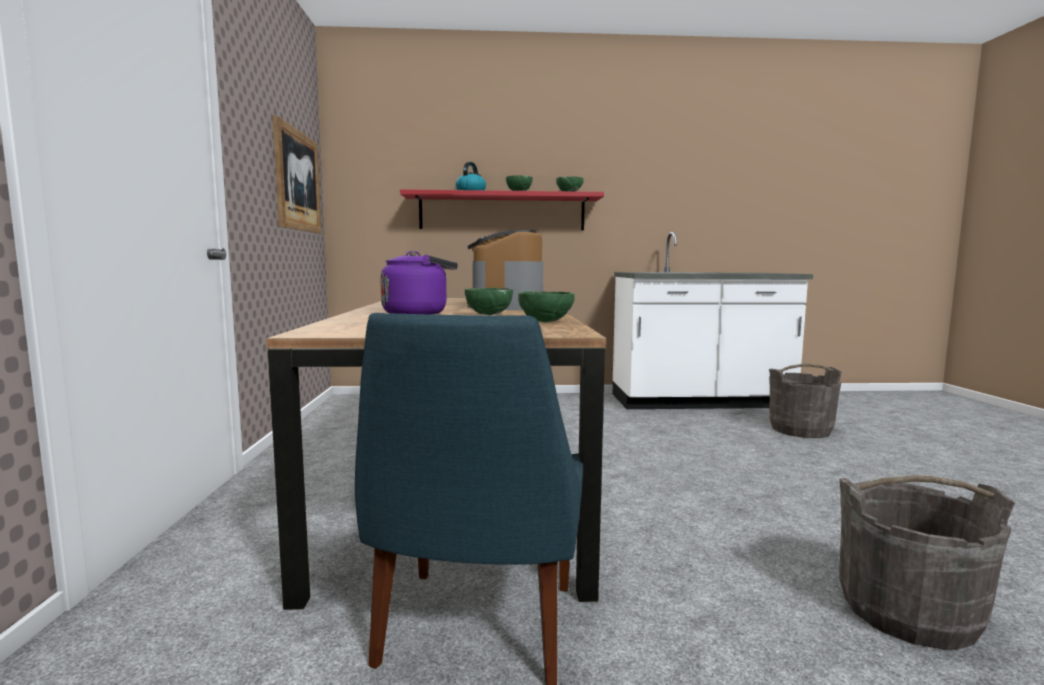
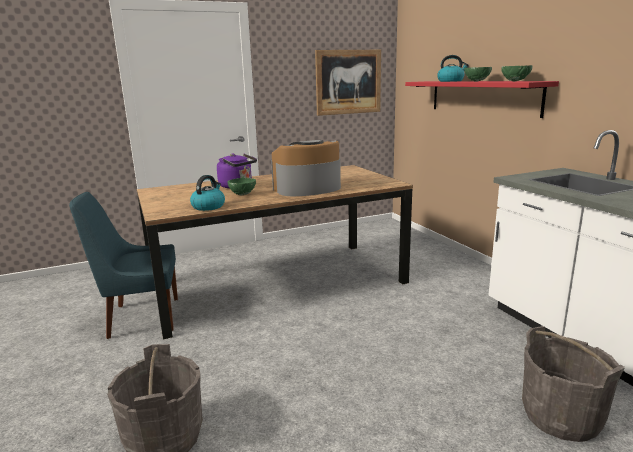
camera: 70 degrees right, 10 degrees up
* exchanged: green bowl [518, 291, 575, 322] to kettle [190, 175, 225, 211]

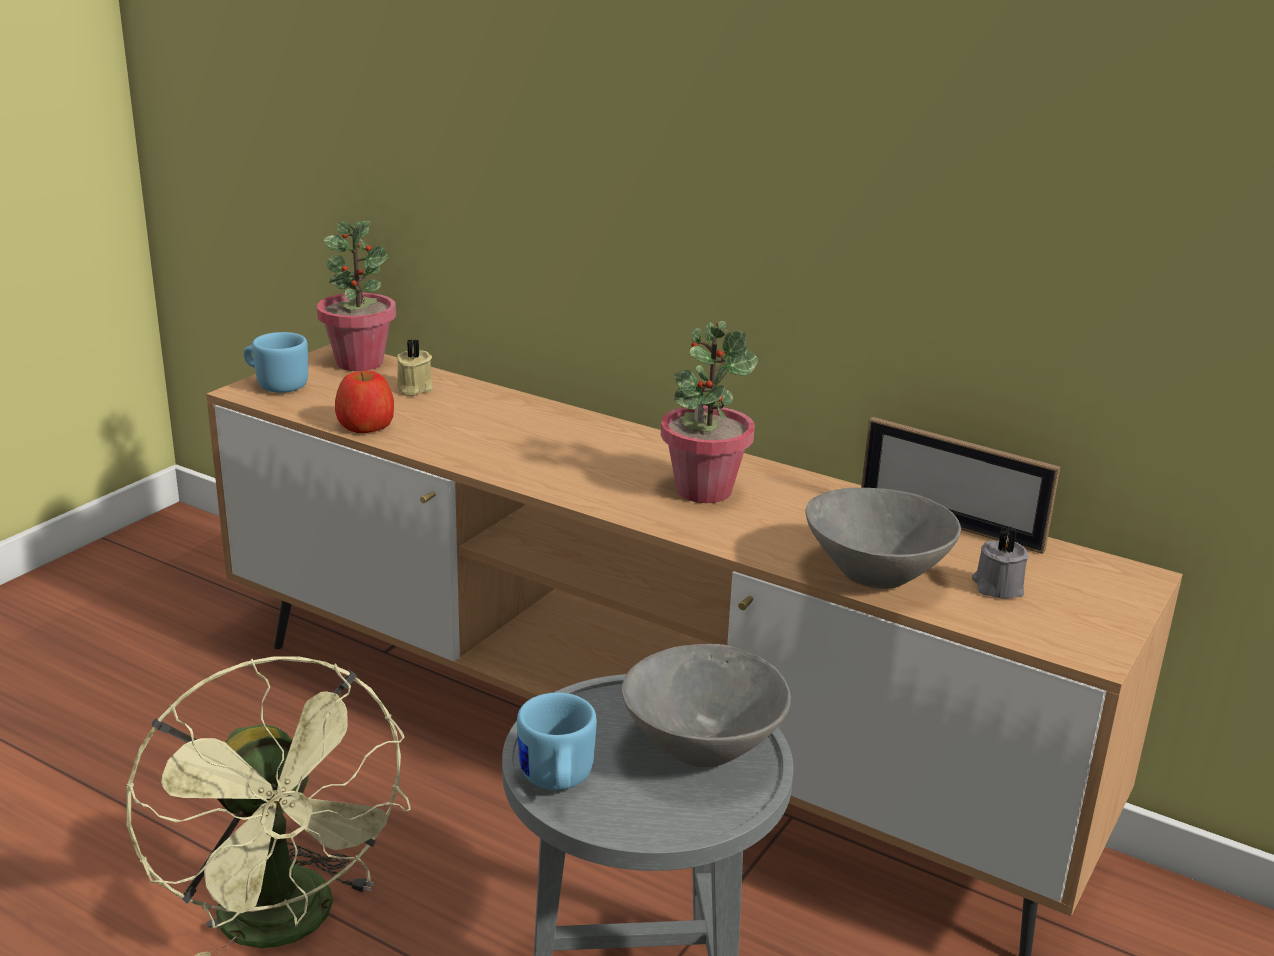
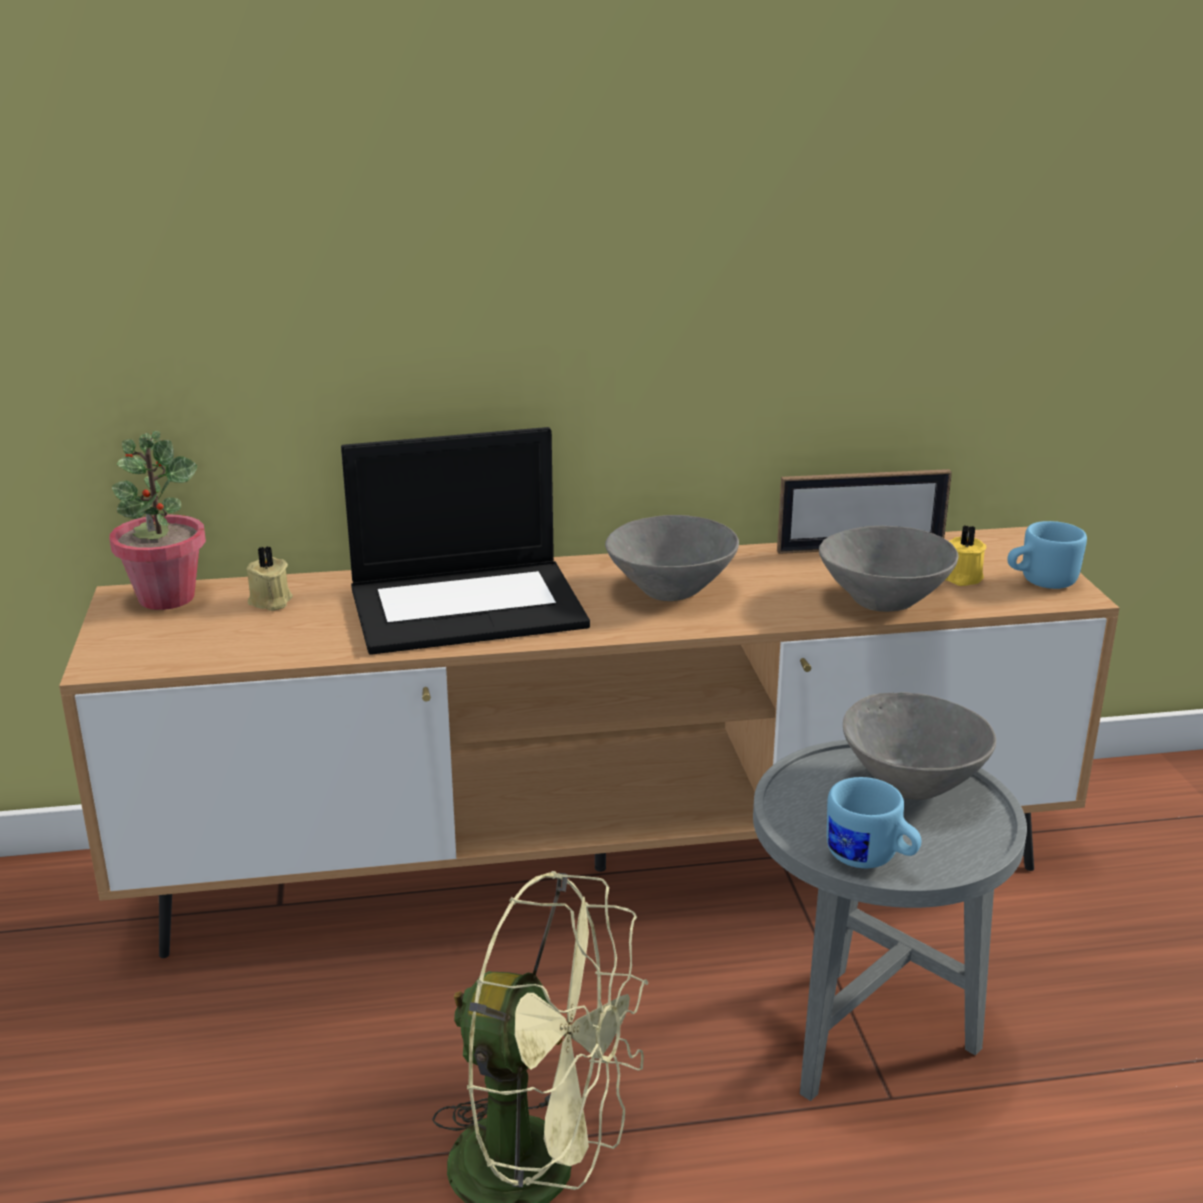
camera: 40 degrees left, 0 degrees up
* appeared: laptop [341, 427, 590, 655]
* exchanged: potted plant [661, 321, 758, 503] to grey bowl [605, 515, 739, 601]
* colour: grey candle [972, 527, 1029, 599] to yellow candle [945, 525, 986, 586]
* relocated: blue mug [244, 332, 308, 393] to [1007, 521, 1087, 589]
* missing: apple [335, 371, 394, 433]

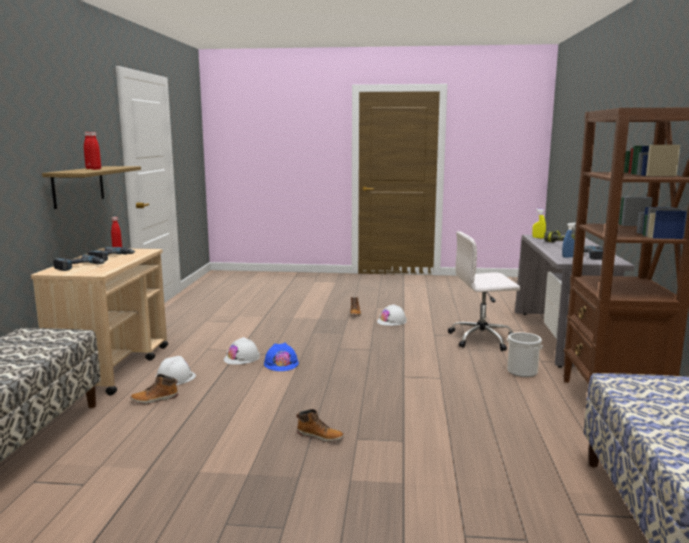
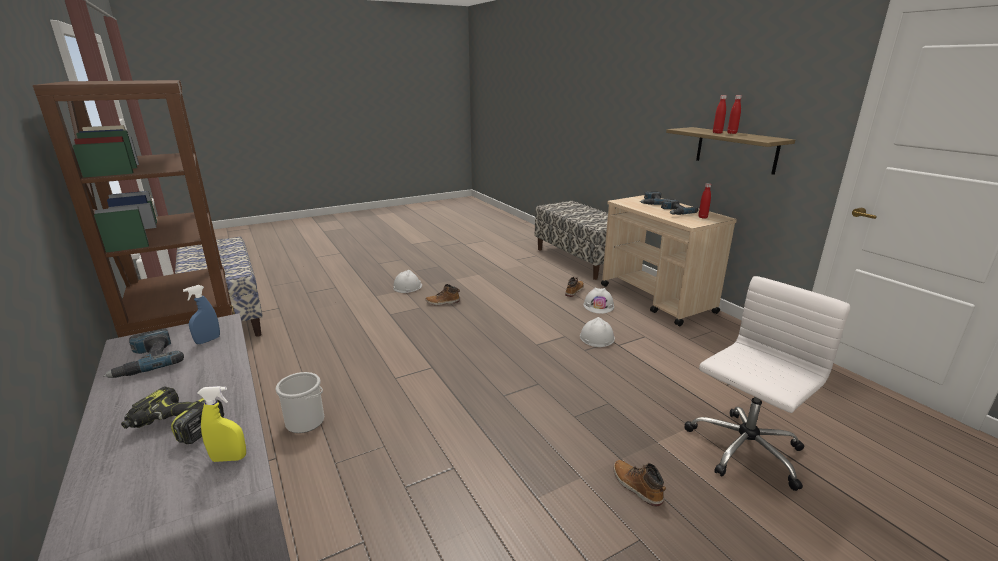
camera: 145 degrees right, 10 degrees up
* relocated: white hard hat [377, 304, 407, 326] to [393, 270, 422, 293]
* relocated: white office chair [448, 231, 520, 351] to [684, 276, 850, 491]
* missing: blue hard hat [264, 343, 299, 371]

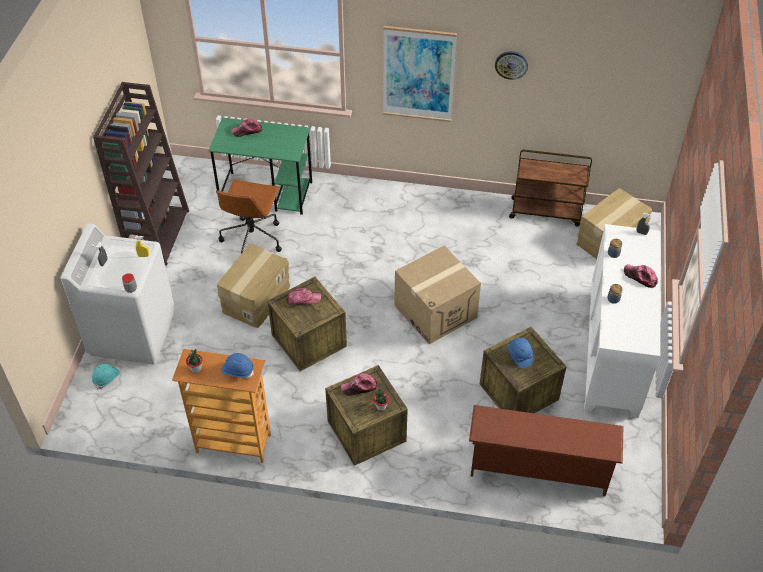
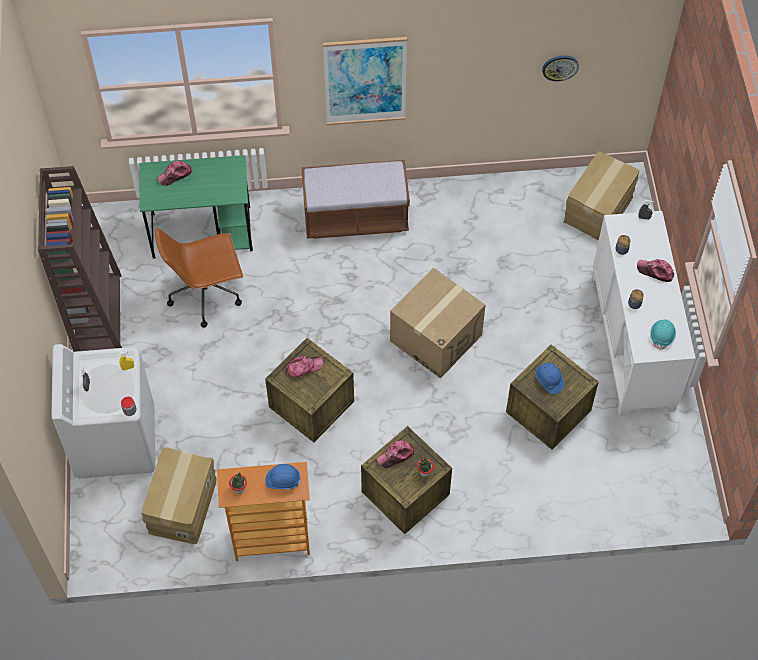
camera: 15 degrees left, 10 degrees up
* relocated: cardboard box [217, 244, 290, 328] to [141, 447, 217, 544]
* spun: brown office chair [216, 179, 282, 254] = [155, 228, 243, 328] 75 degrees clockwise
* appeared: brown bench [301, 160, 410, 239]
* relocated: wall clock [495, 51, 528, 80] to [542, 55, 579, 81]
* relocated: turquoise hard hat [92, 364, 120, 389] to [650, 319, 676, 350]
* missing: brown shoe rack [469, 405, 623, 496]
* missing: brown cart [509, 150, 592, 226]

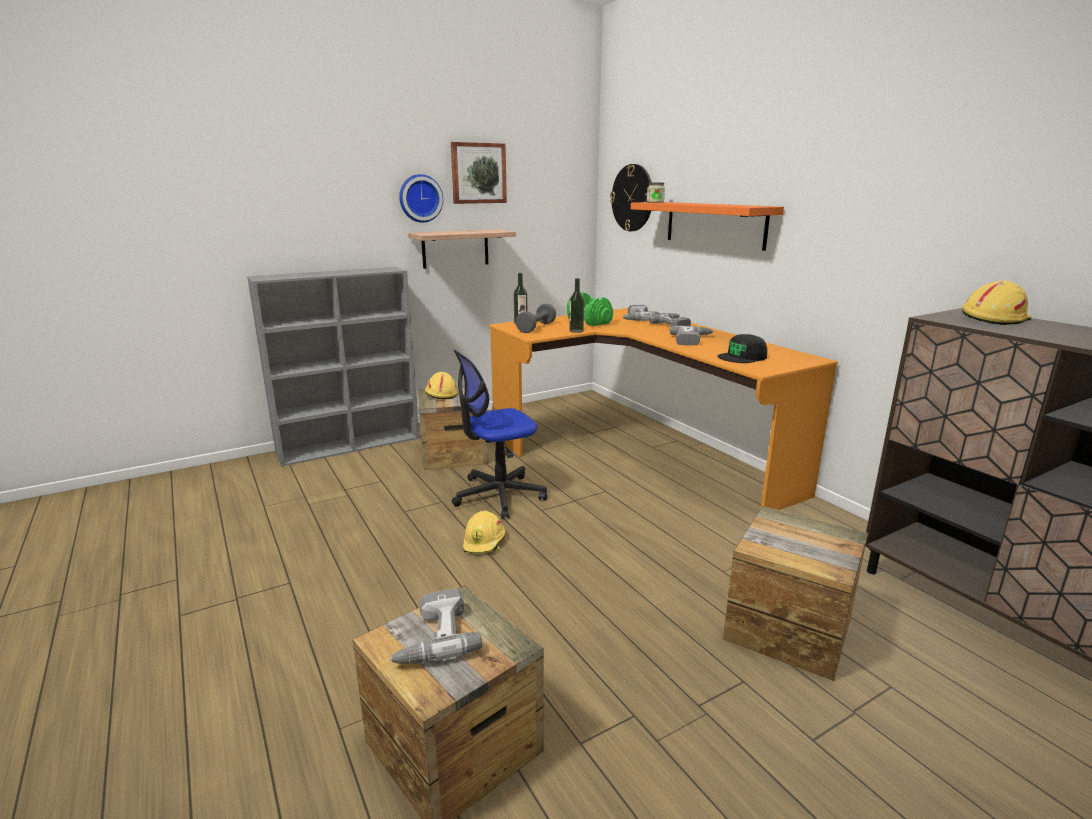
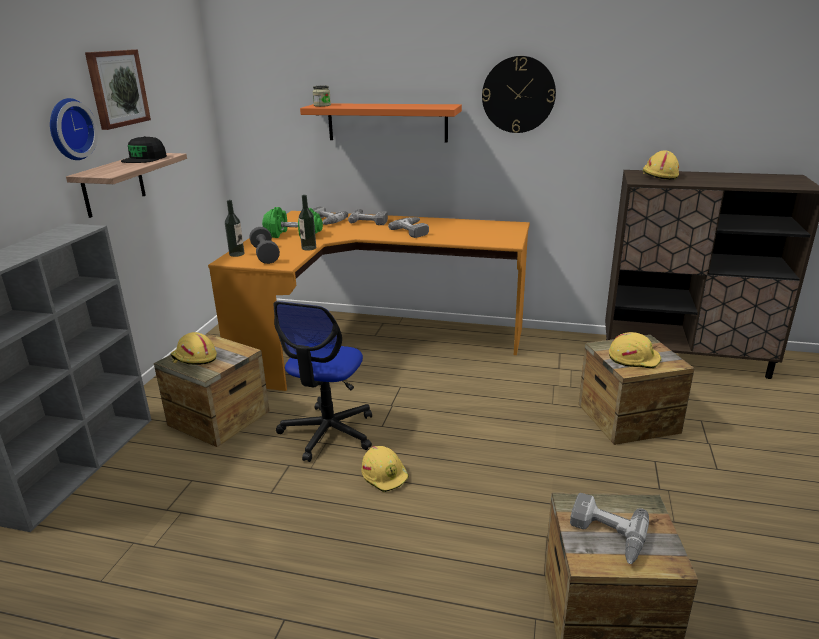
camera: 45 degrees left, 5 degrees up
* relocated: black cap [718, 334, 767, 363] to [121, 136, 167, 163]
* relocated: wall clock [610, 164, 652, 231] to [482, 56, 556, 133]
* appeared: yellow hard hat [609, 332, 661, 369]

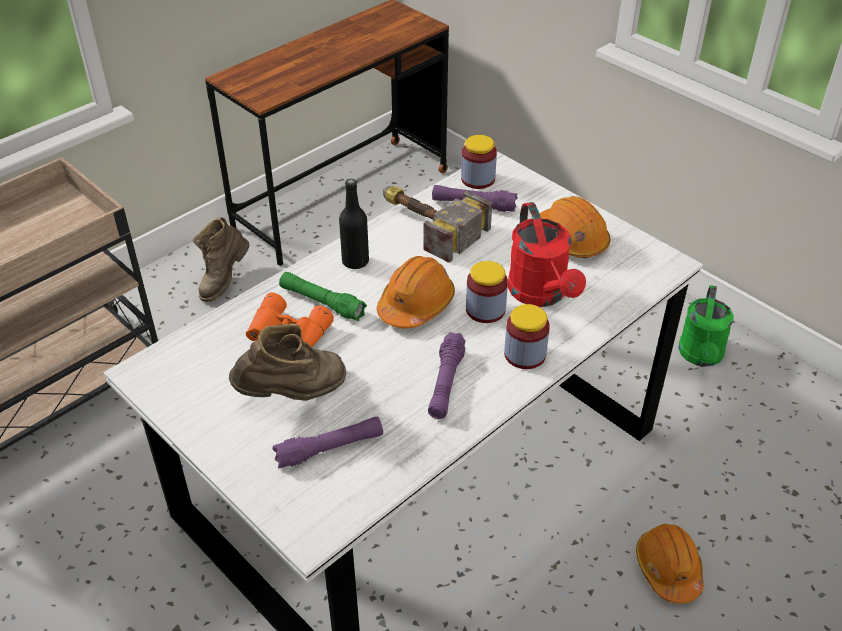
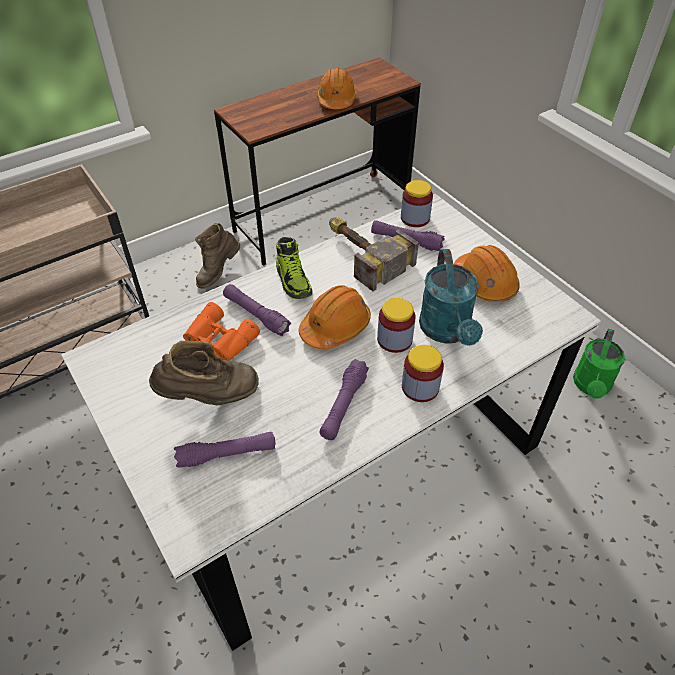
camera: 10 degrees right, 5 degrees up
* colour: green flashlight [279, 272, 367, 321] to purple flashlight [223, 284, 291, 336]
* exchanged: black bottle [339, 179, 369, 269] to shoe [276, 237, 312, 299]
* relocated: orange hard hat [636, 524, 704, 604] to [317, 67, 357, 109]
* colour: red watering can [508, 202, 586, 307] to turquoise watering can [419, 249, 483, 346]

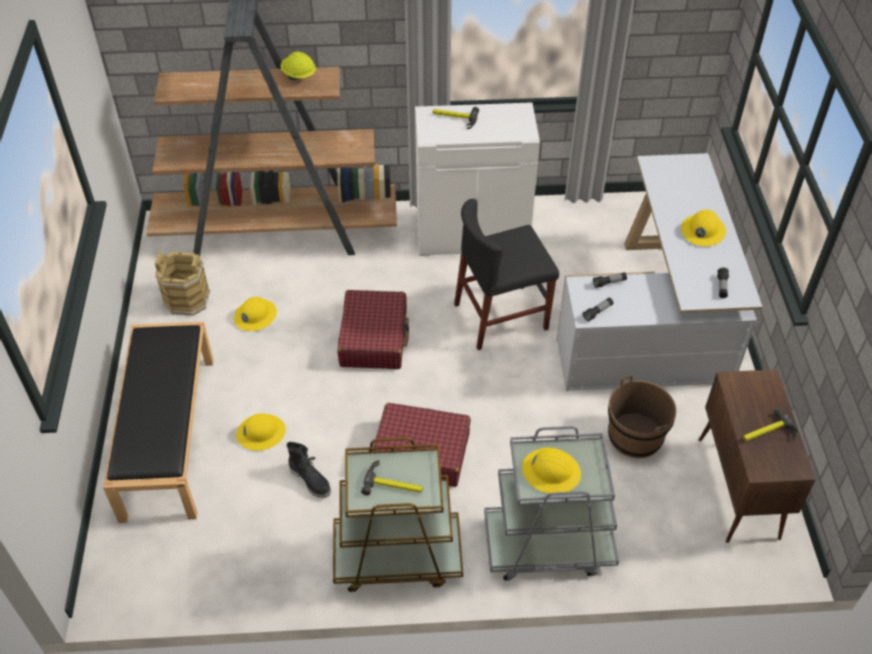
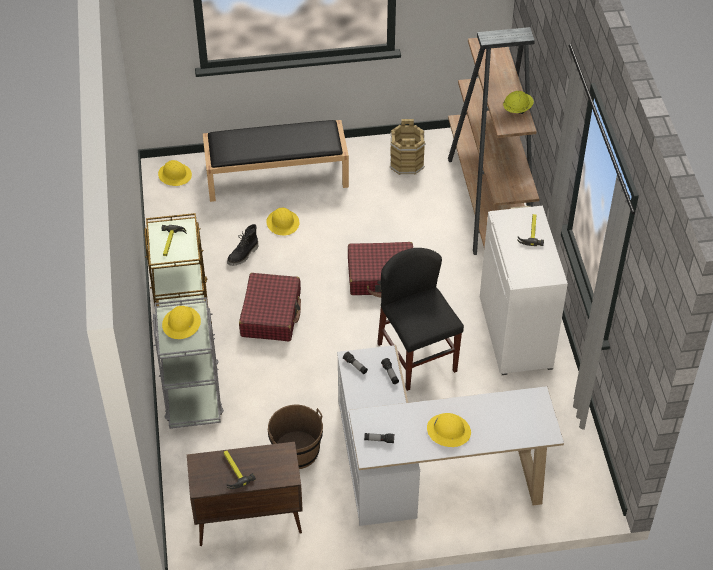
camera: 85 degrees right, 0 degrees up
* relocated: yellow hard hat [234, 297, 277, 331] to [158, 160, 192, 186]

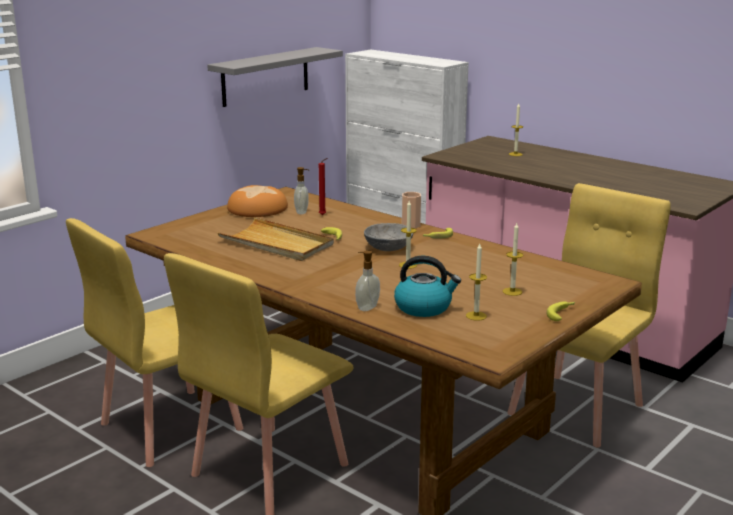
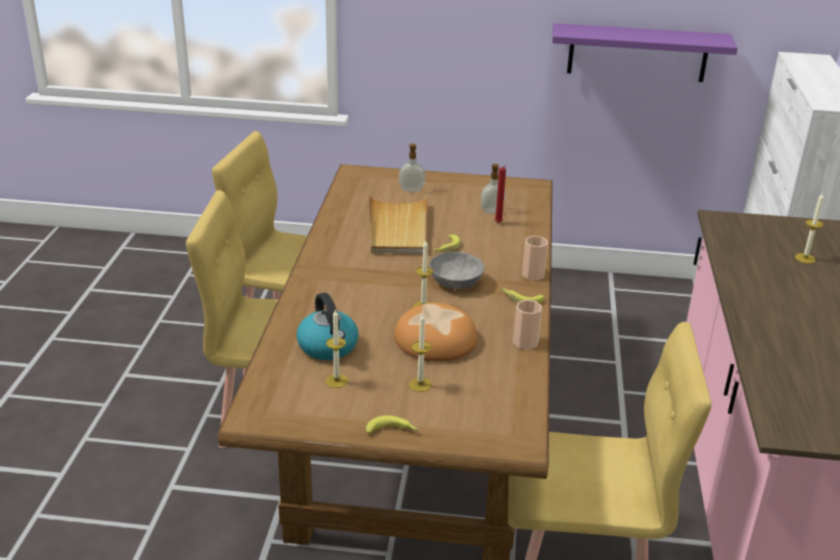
camera: 55 degrees right, 10 degrees up
* relocated: bread [227, 185, 288, 217] to [394, 303, 477, 362]
* relocated: soap dispenser [355, 250, 380, 311] to [399, 143, 426, 192]
* appeared: cup [513, 300, 542, 350]
* colour: grey shelf [207, 47, 343, 107] to purple shelf [552, 23, 738, 82]

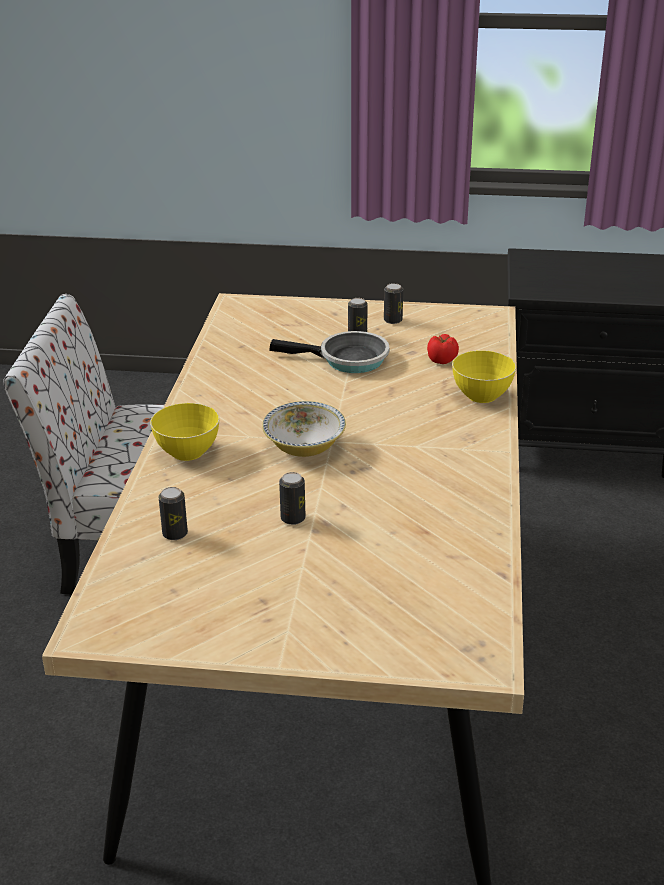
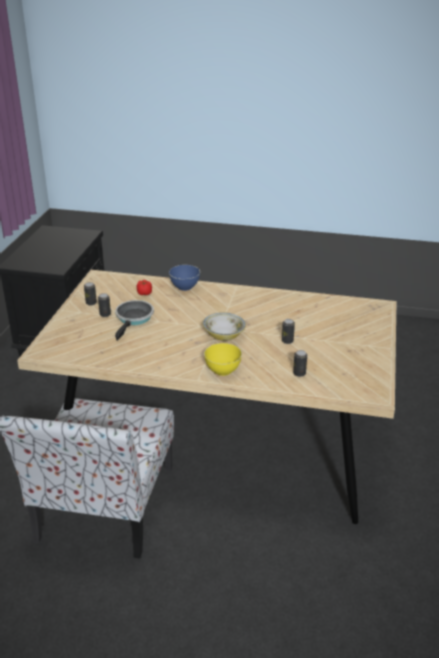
camera: 85 degrees left, 0 degrees up
* colour: yellow bowl [452, 350, 516, 403] to blue bowl [169, 265, 200, 291]

